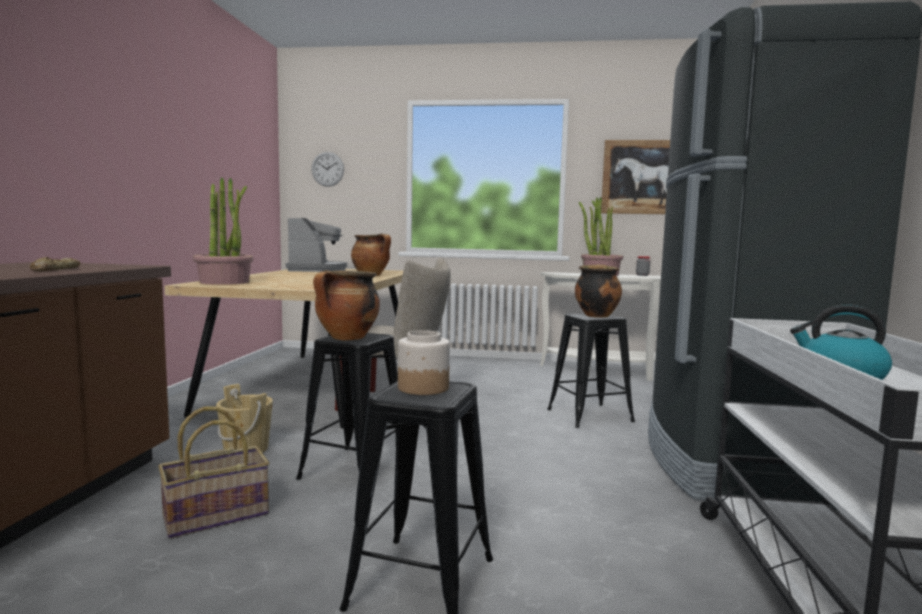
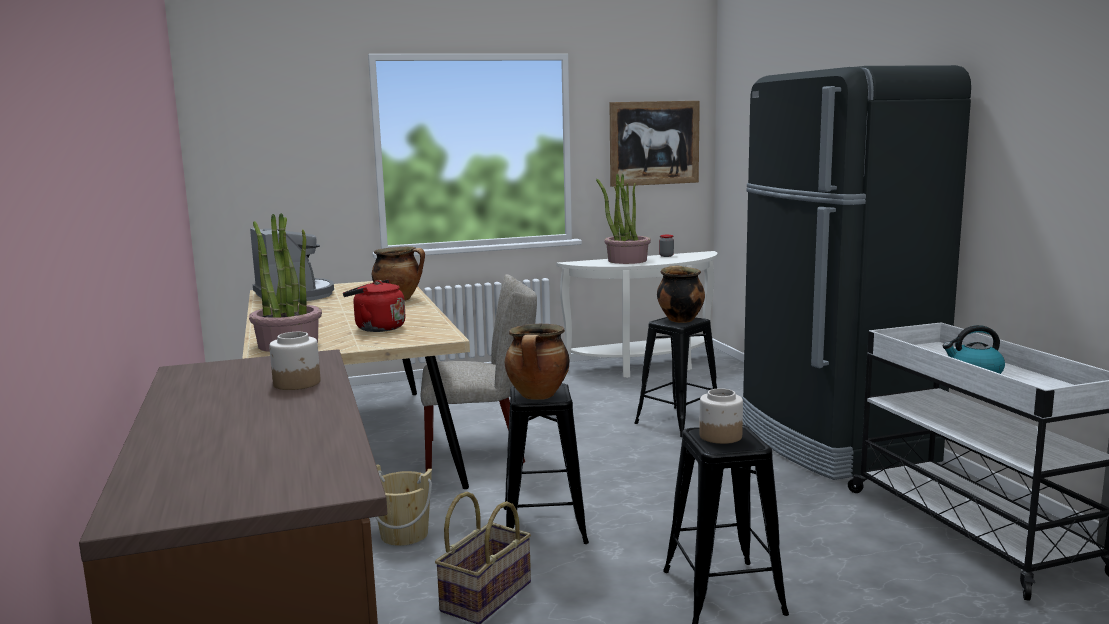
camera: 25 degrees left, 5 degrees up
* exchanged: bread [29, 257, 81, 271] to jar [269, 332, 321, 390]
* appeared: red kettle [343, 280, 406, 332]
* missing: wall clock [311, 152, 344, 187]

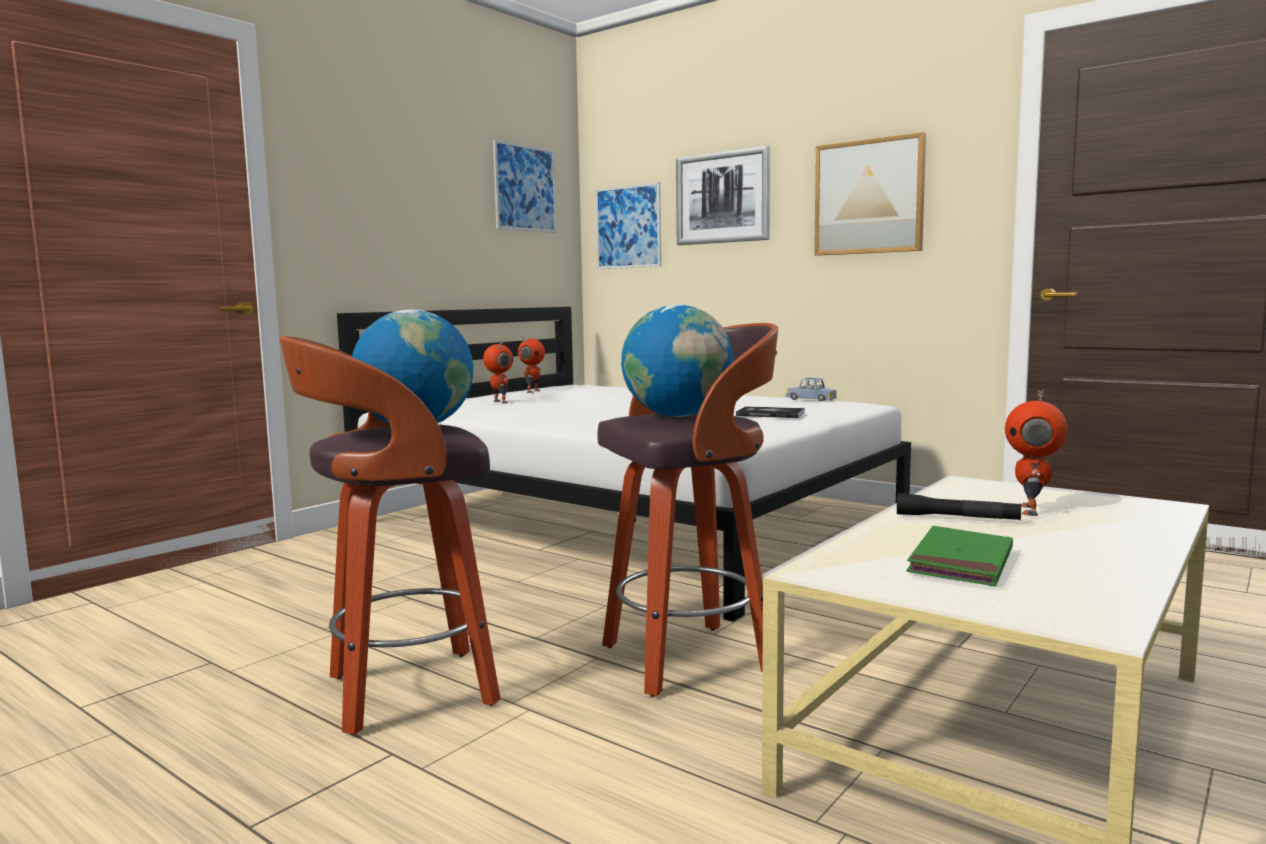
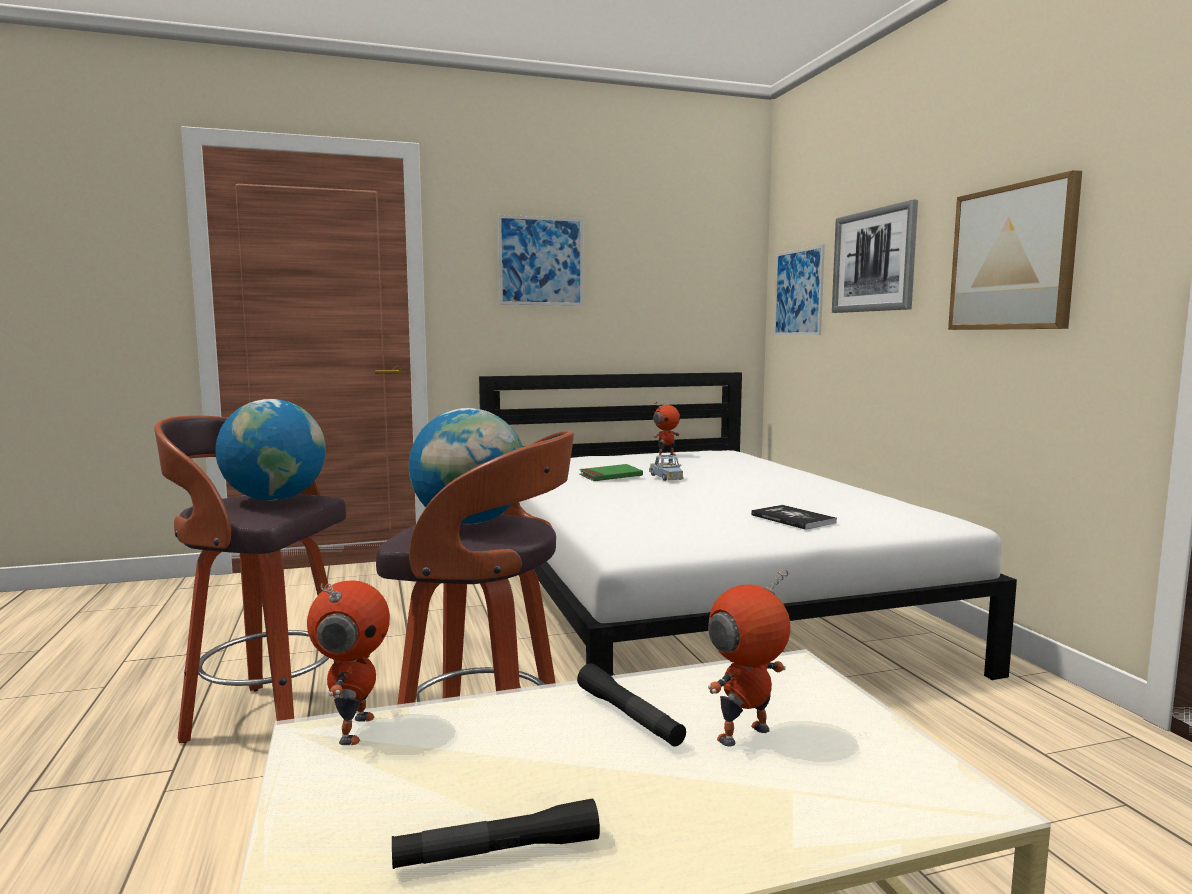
camera: 35 degrees right, 0 degrees up
* relocated: toy robot [483, 340, 513, 404] to [307, 580, 390, 745]
* appeared: black flashlight [392, 799, 600, 869]
* relocated: picture [493, 139, 557, 233] to [498, 215, 583, 306]
* relocated: green book [907, 526, 1013, 586] to [579, 464, 643, 481]
* relocated: blue toy car [786, 377, 837, 402] to [649, 455, 684, 481]

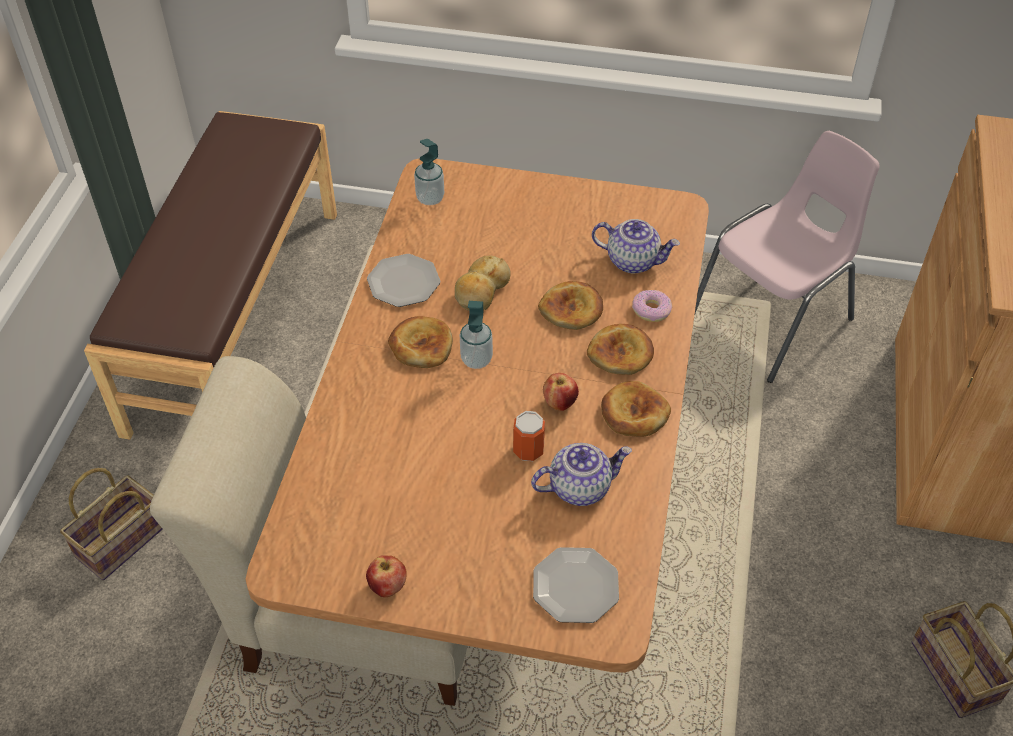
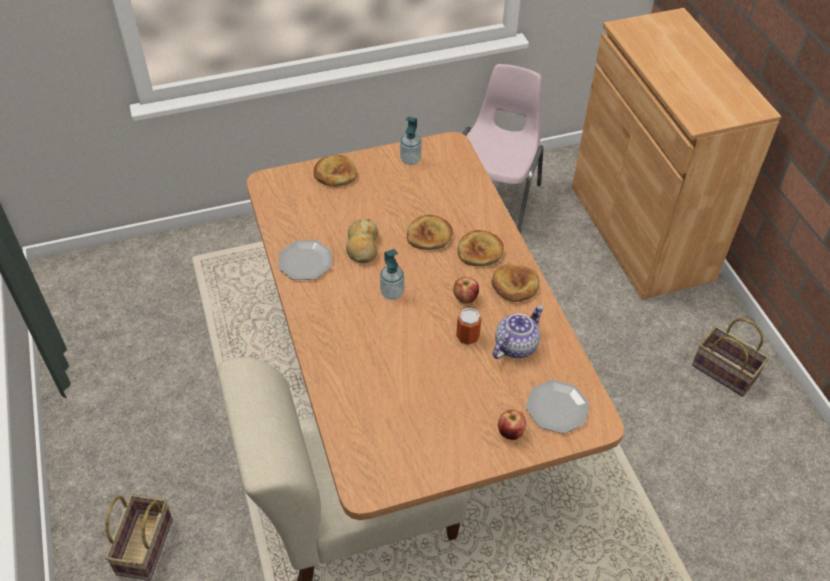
camera: 30 degrees left, 0 degrees up
* relocated: bread [388, 316, 453, 368] to [314, 155, 357, 187]
* relocated: soap dispenser [414, 139, 444, 205] to [400, 117, 422, 165]
* relocated: apple [366, 555, 407, 597] to [498, 410, 526, 440]
* missing: brown bench [84, 111, 337, 440]
* missing: teapot [592, 219, 680, 273]
* missing: donut [632, 290, 672, 322]

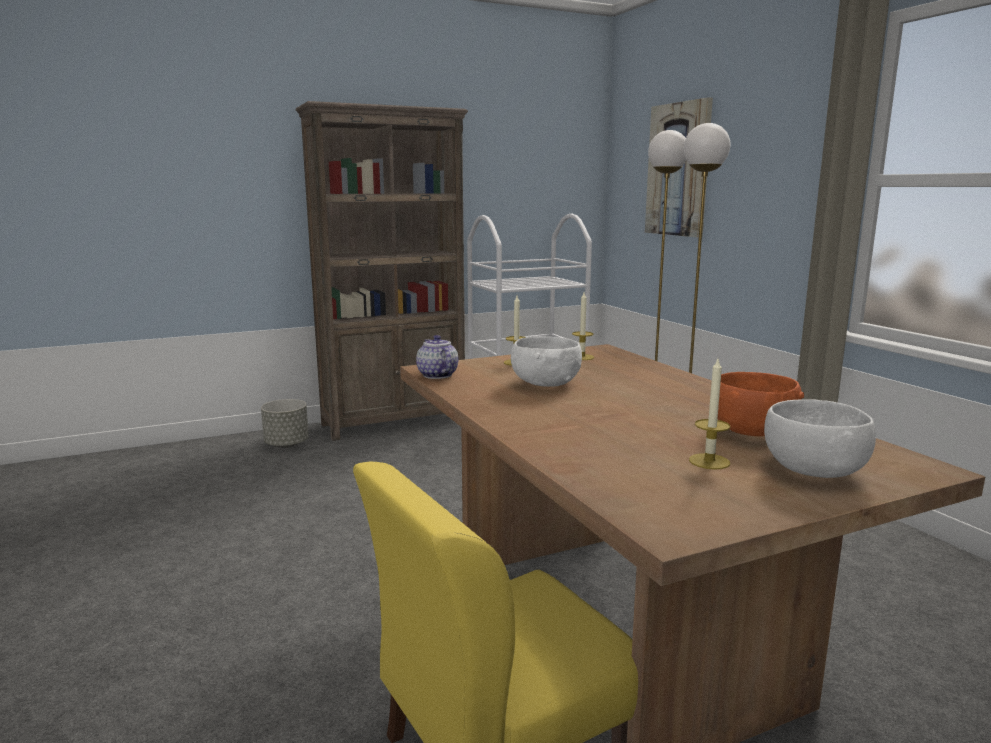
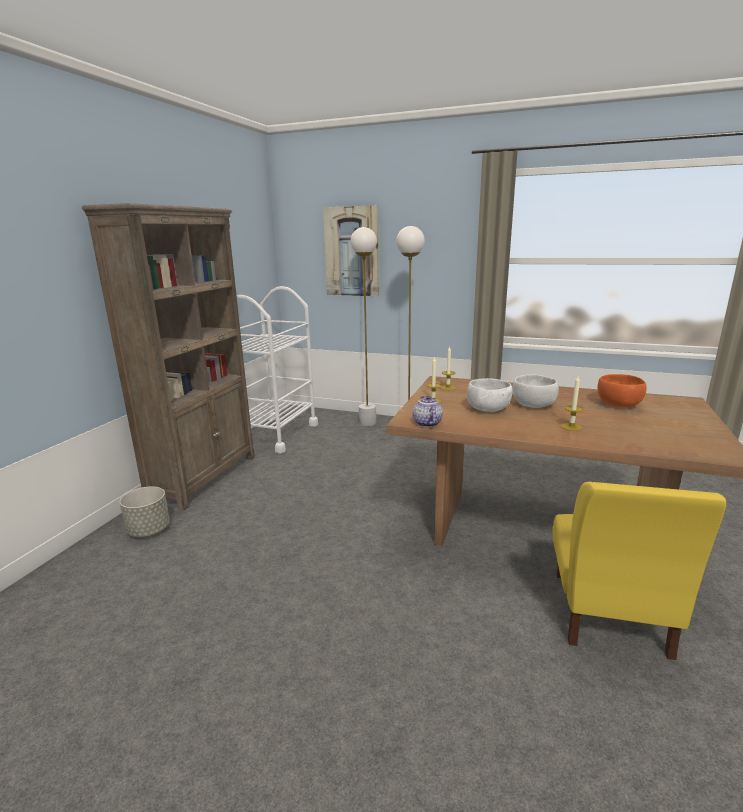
camera: 45 degrees left, 5 degrees up
* spun: teapot [416, 335, 459, 379] = [413, 396, 443, 427] 60 degrees clockwise
* relocated: white bowl [764, 399, 876, 478] to [513, 374, 559, 408]
* relocated: candle [689, 359, 730, 470] to [561, 376, 583, 431]

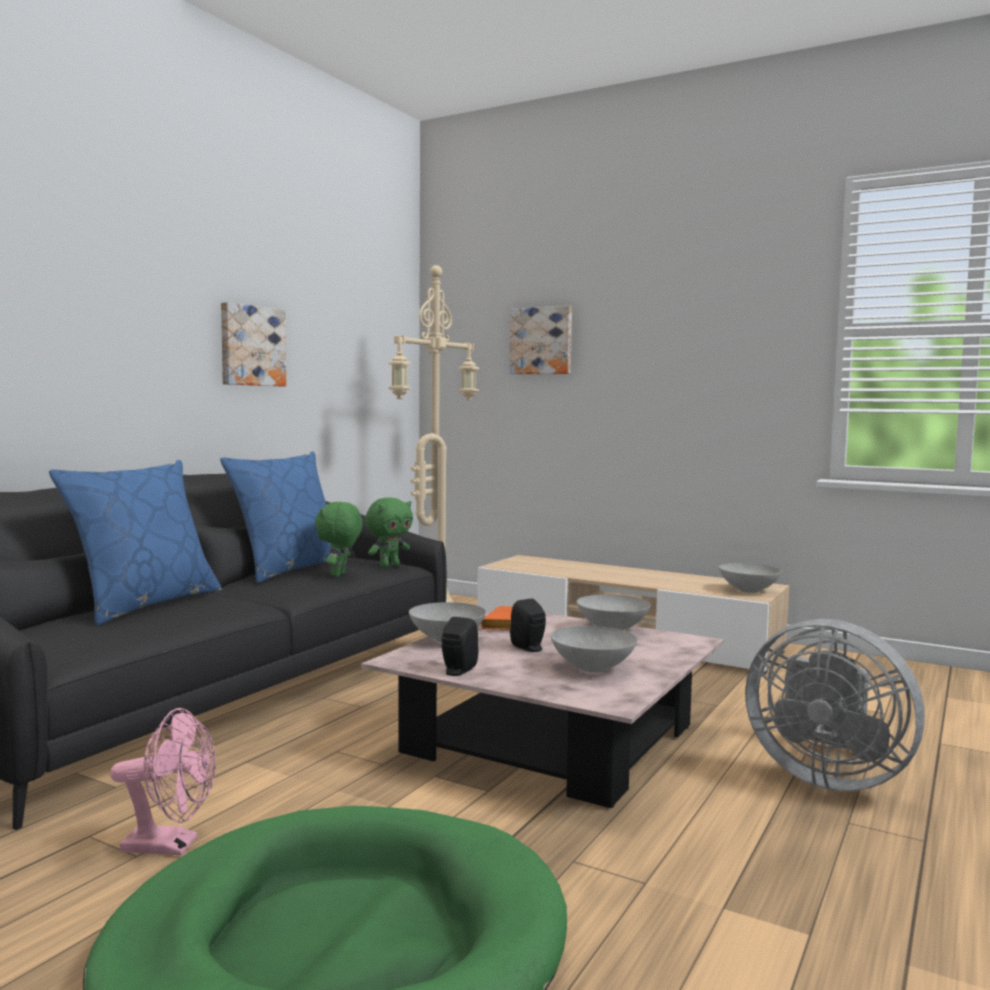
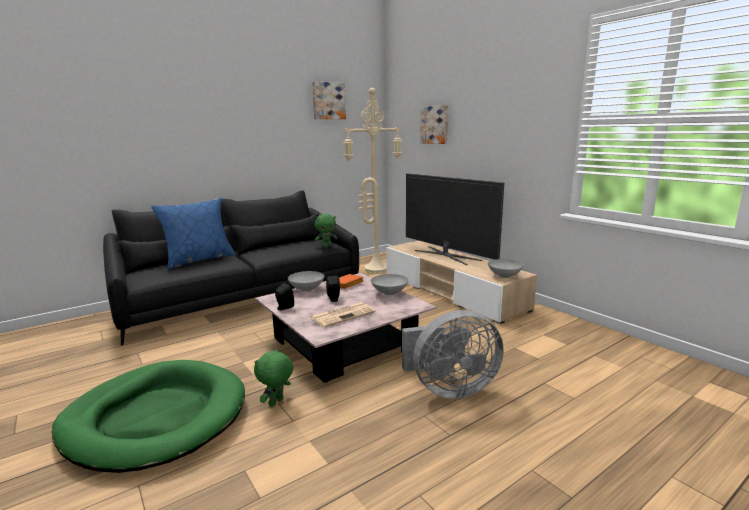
camera: 25 degrees right, 10 degrees up
* relocated: green plush toy [315, 502, 363, 577] to [254, 348, 293, 407]
* exchanged: grey bowl [551, 626, 637, 673] to newspaper [310, 302, 376, 327]
* relocated: picture [221, 302, 286, 386] to [312, 81, 346, 119]
* spun: grey fan [745, 619, 925, 791] = [402, 310, 504, 399] 75 degrees counterclockwise
* appeared: television [406, 173, 504, 265]
* missing: pink fan [110, 708, 216, 855]
* missing: blue pillow [220, 451, 331, 583]

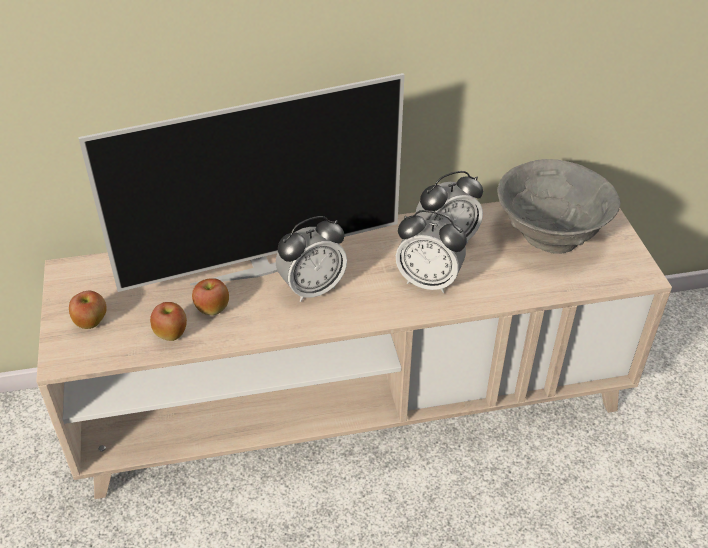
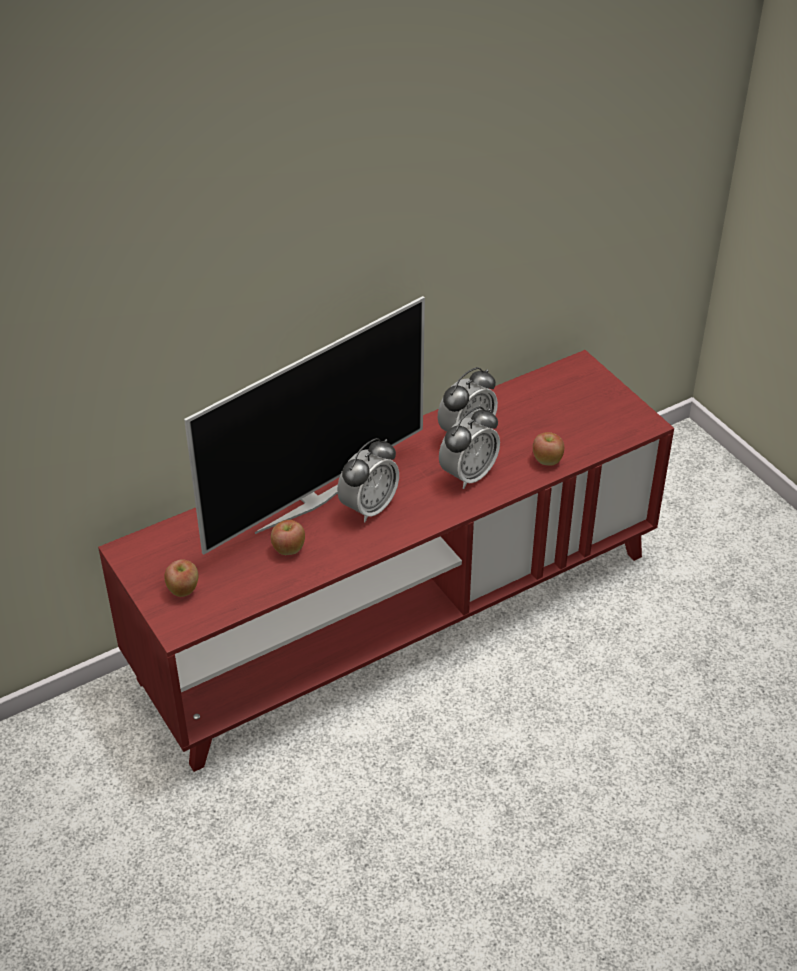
camera: 20 degrees left, 0 degrees up
* colour: beige tv stand [36, 201, 672, 499] to red tv stand [98, 350, 674, 772]
* spun: alarm clock [396, 210, 467, 293] = [439, 407, 500, 489] 45 degrees counterclockwise
* relocated: apple [150, 302, 187, 341] to [533, 432, 564, 466]
* missing: grey bowl [497, 159, 621, 254]

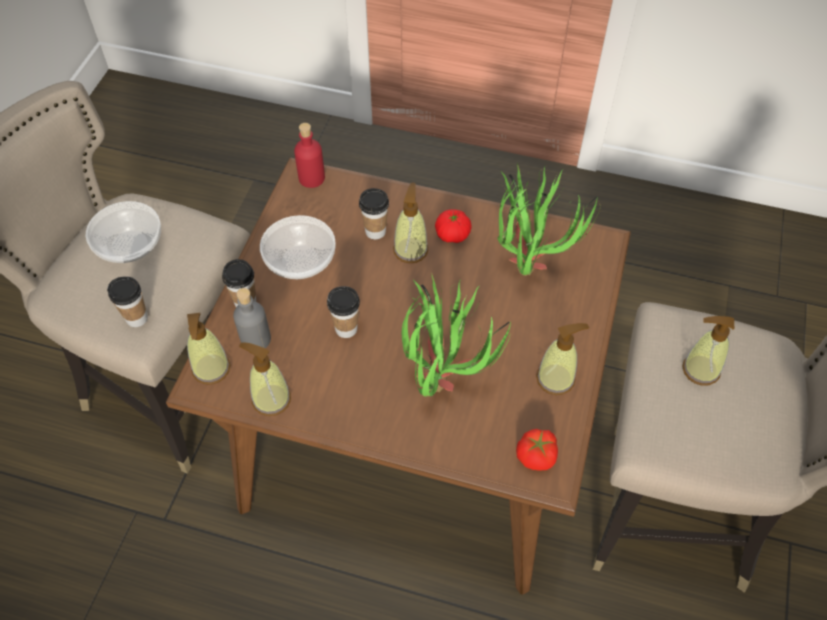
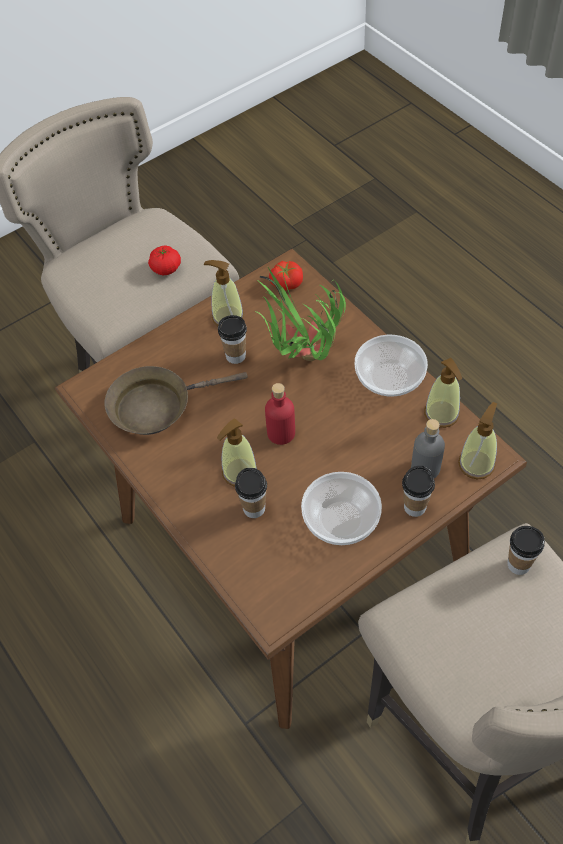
camera: 140 degrees left, 0 degrees up
* exchanged: potted plant [498, 163, 601, 276] to brown frying pan [105, 366, 248, 435]
* relocated: tomato [435, 209, 472, 243] to [148, 246, 181, 275]
* relocated: cup [327, 286, 360, 338] to [218, 315, 247, 364]
* relocated: red bottle [294, 123, 325, 188] to [265, 383, 295, 445]
* relocated: bowl [86, 201, 161, 263] to [355, 335, 428, 397]
* missing: soap dispenser [682, 316, 735, 386]

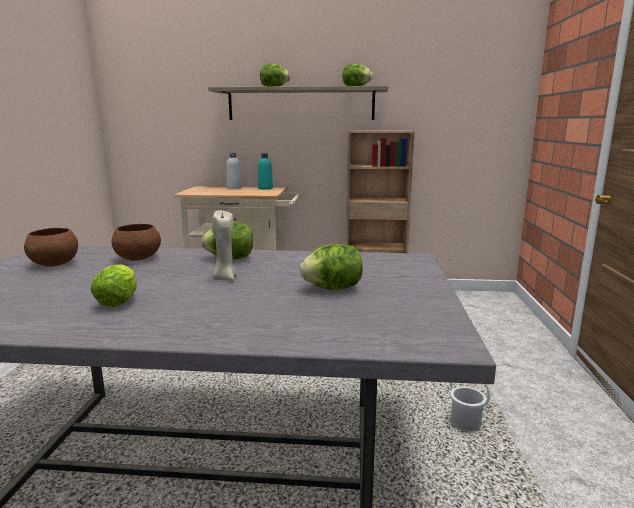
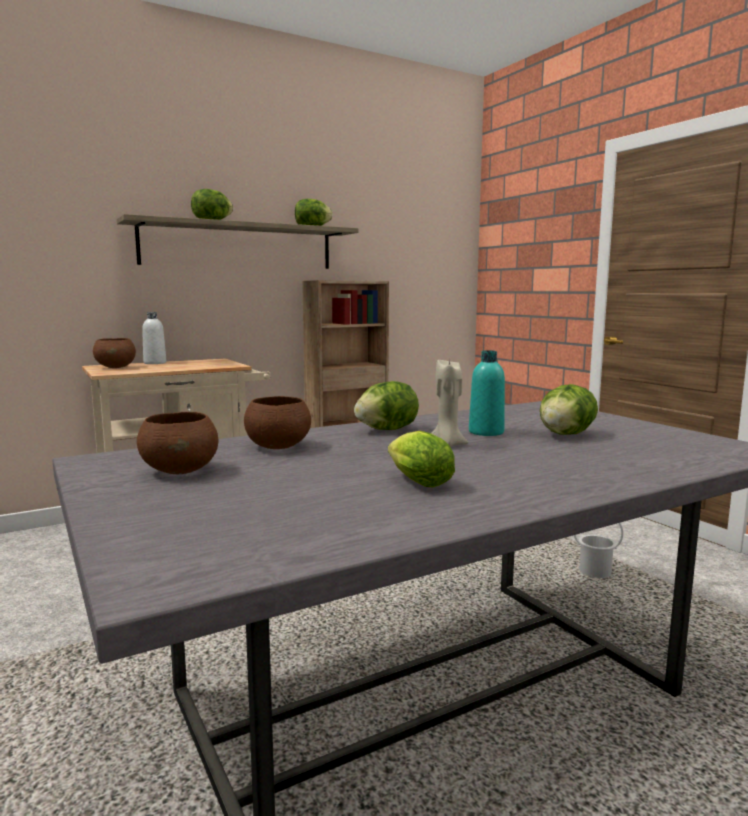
camera: 35 degrees left, 5 degrees down
* appeared: brown bowl [93, 338, 136, 368]
* relocated: turquoise bottle [258, 153, 273, 190] to [469, 350, 505, 436]

